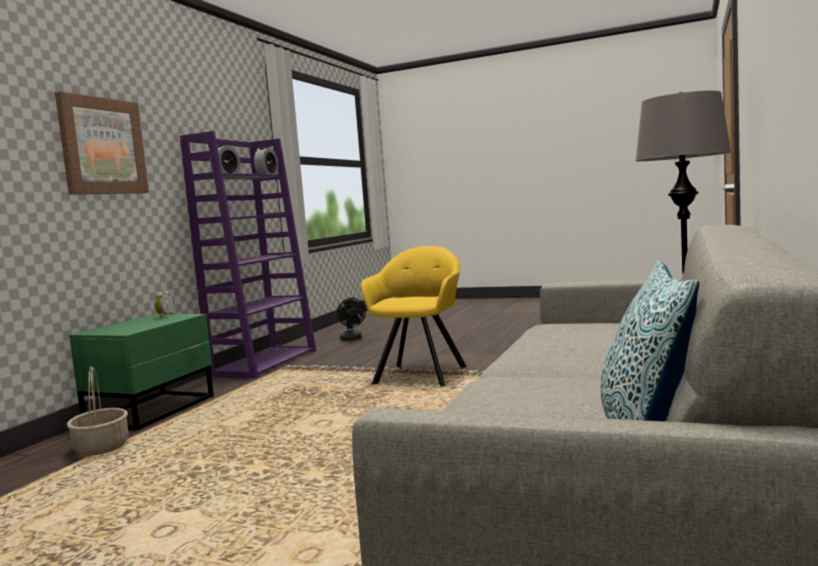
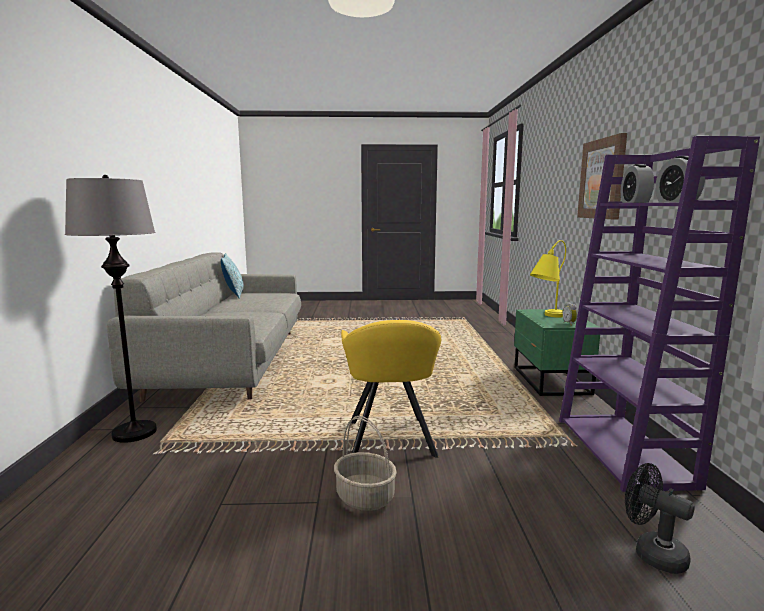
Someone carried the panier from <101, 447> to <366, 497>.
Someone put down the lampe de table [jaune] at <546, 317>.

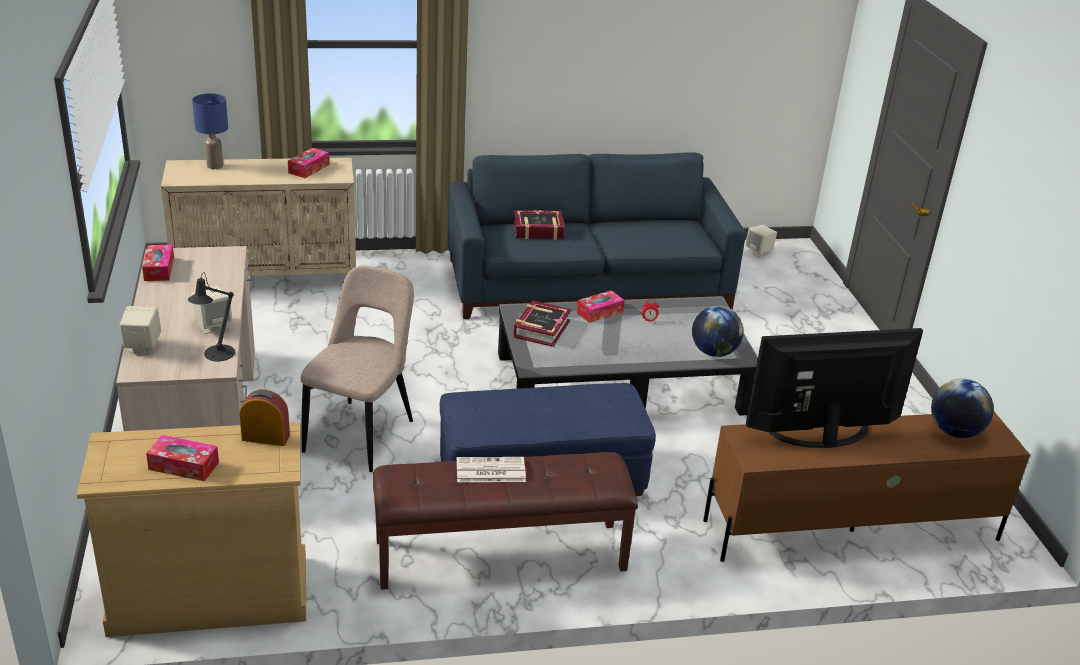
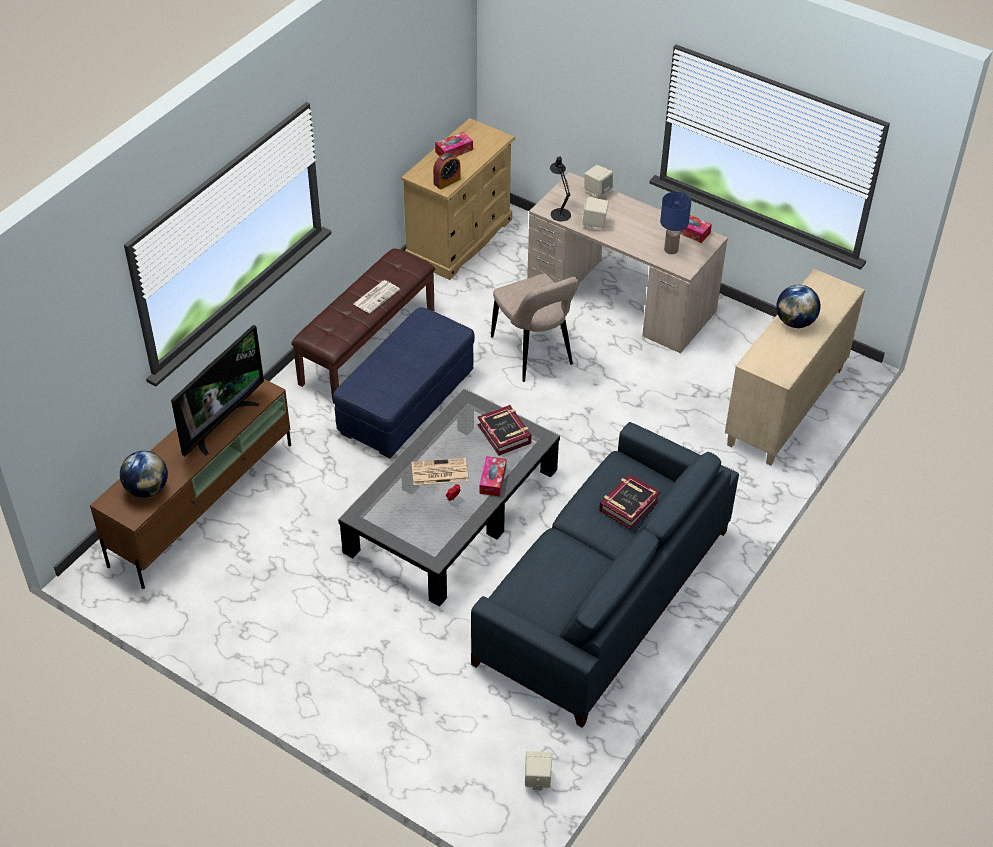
Someone carried the lampe de table [bleu] from <214, 166> to <671, 249>.
Someone took away the boîte à mouchoirs at <309, 169>.
Someone carried the globe from <713, 352> to <795, 322>.
Someone put down the journal at <439, 472>.

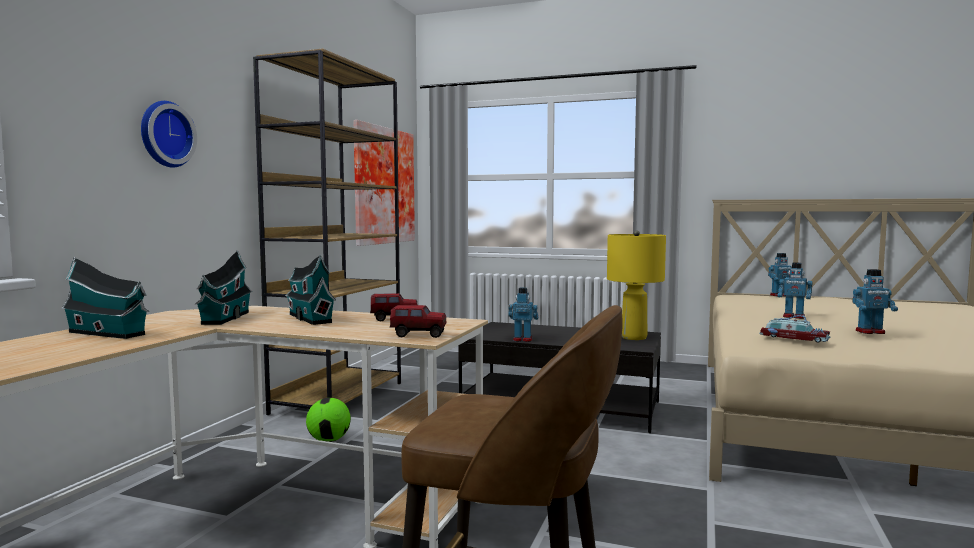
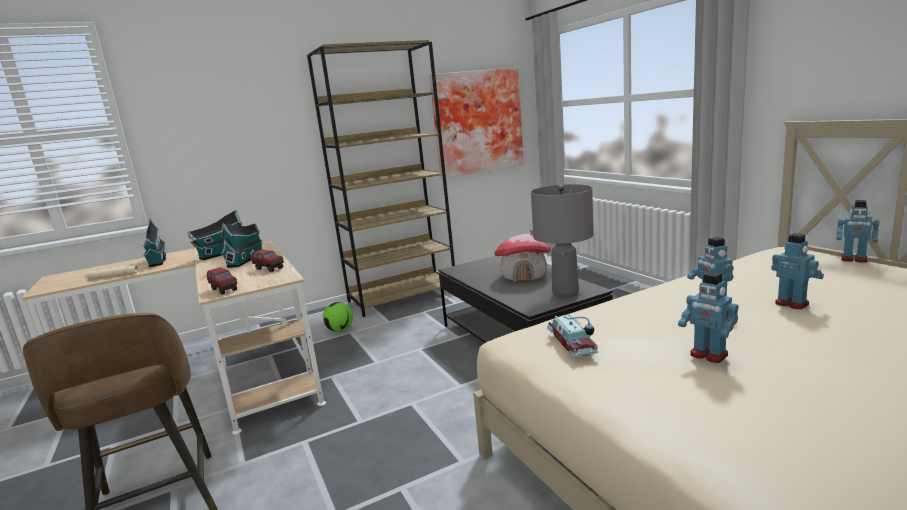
Someone took away the horloge murale at <164, 134>.
Someone carried the robot jouet from <522, 340> to <792, 303>.
Someone repainted the lampe de table [jaune] at <634, 337>, which became the lampe de table [gris] at <566, 293>.
Someone put down the lampe de poche [beige] at <113, 276>.
Someone put down the maison miniature at <524, 275>.

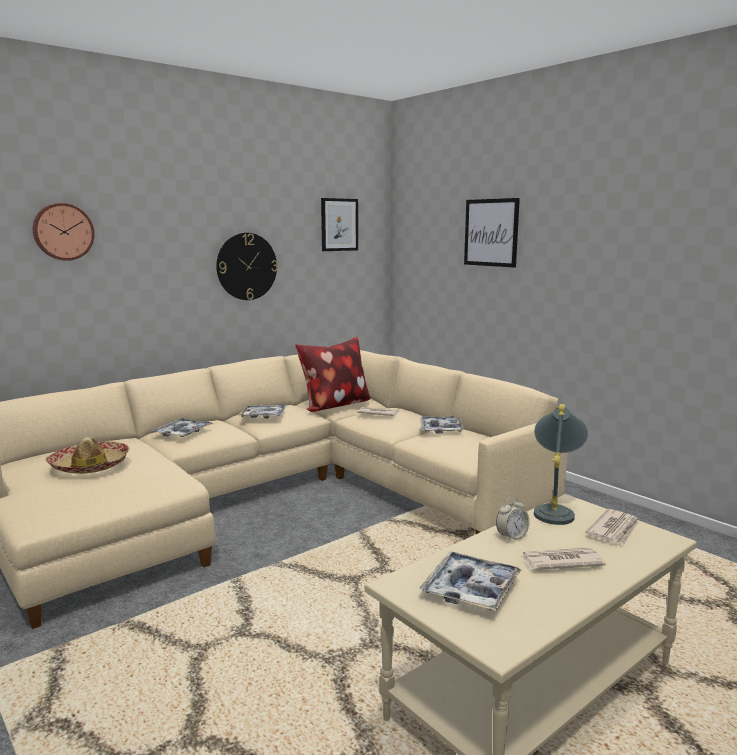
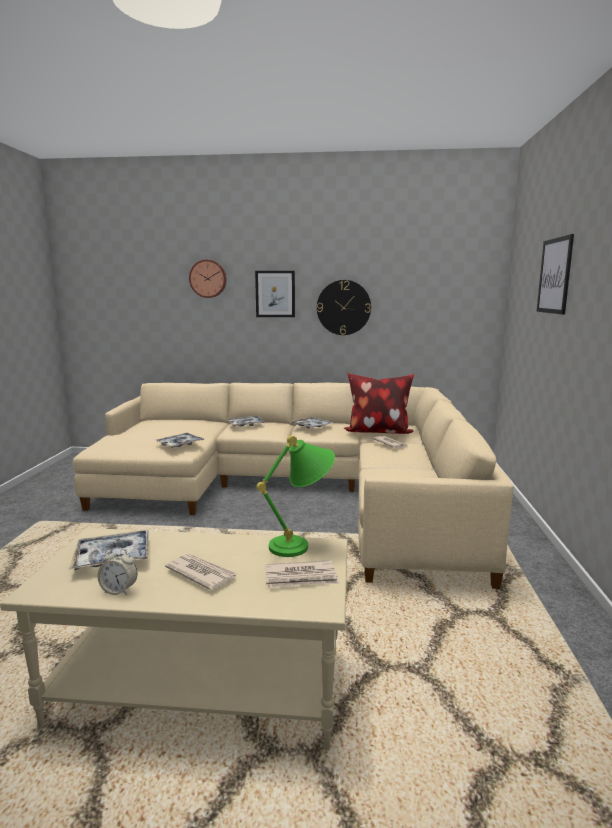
Someone took away the chapeau at <90, 466>.
Someone carried the tableau from <339, 224> to <275, 294>.
Someone carried the plateau from <441, 429> to <180, 444>.
Someone carried the réveil from <511, 537> to <119, 590>.
Someone repainted the lampe de table [gris] at <555, 510>, which became the lampe de table [vert] at <302, 544>.

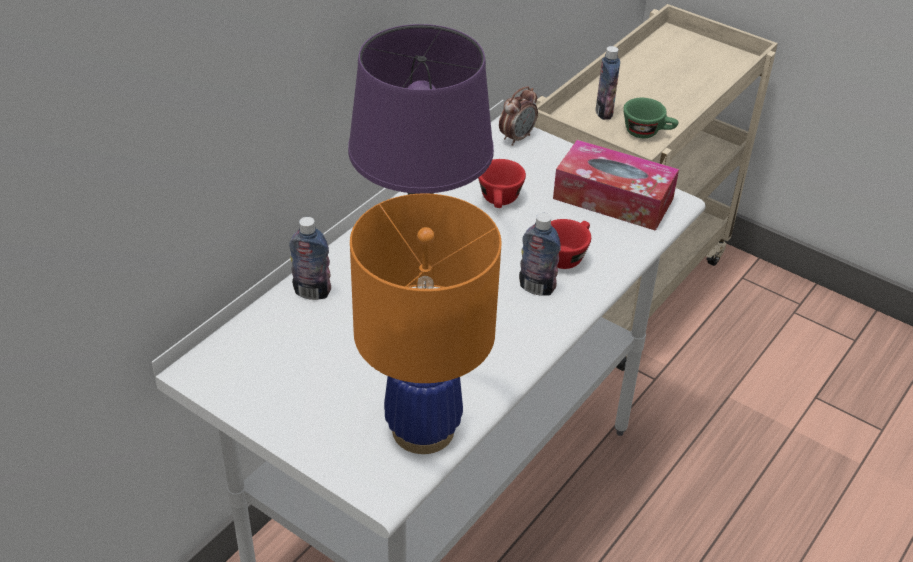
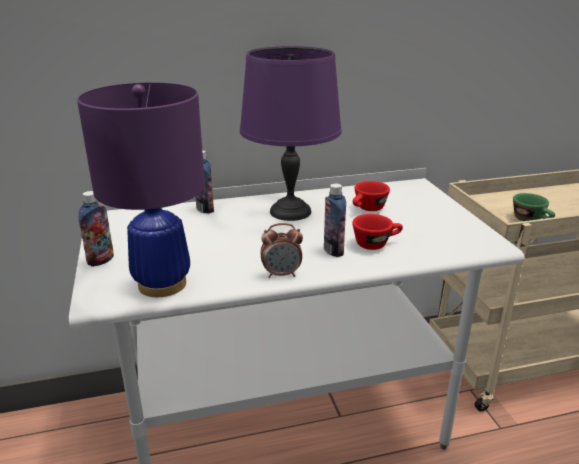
Someone repainted the lampe de table [orange] at <423, 429>, which became the lampe de table [violet] at <162, 284>.
Someone carried the réveil from <517, 138> to <281, 274>.
Someone took away the boîte à mouchoirs at <613, 199>.
Someone carried the bouteille from <604, 112> to <101, 260>.

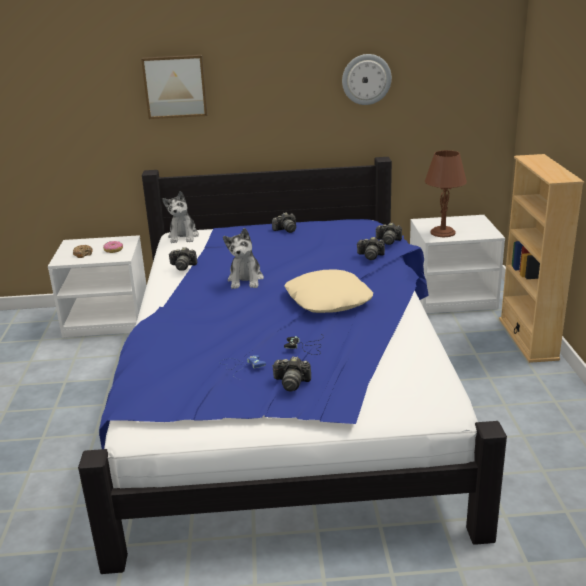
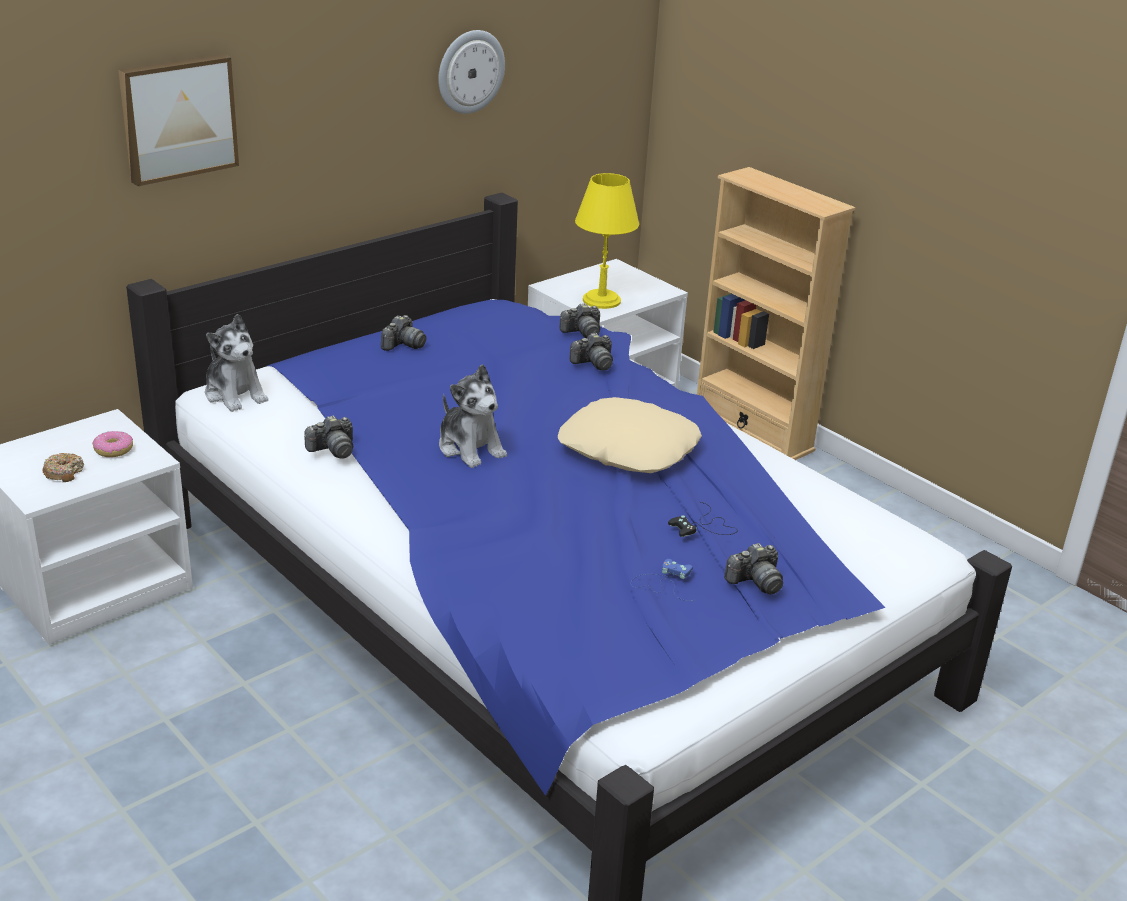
Someone repainted the lampe de table [marron] at <443, 233>, which became the lampe de table [jaune] at <602, 300>.

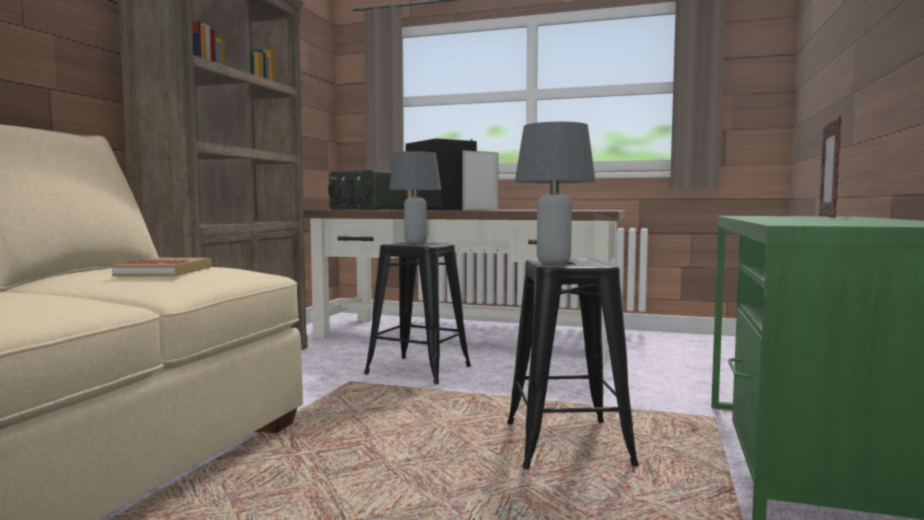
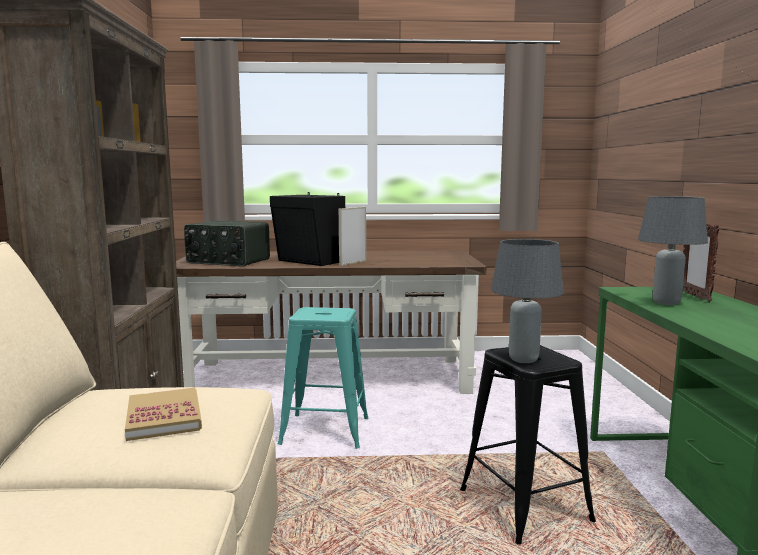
Someone repainted the tabouret [noir] at <419, 370>, which became the tabouret [turquoise] at <326, 430>.
Someone carried the lampe de table [gris] from <415, 242> to <665, 303>.

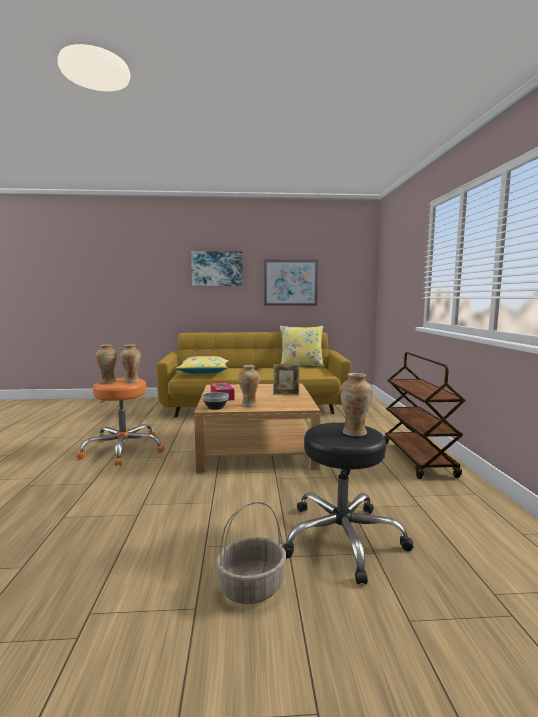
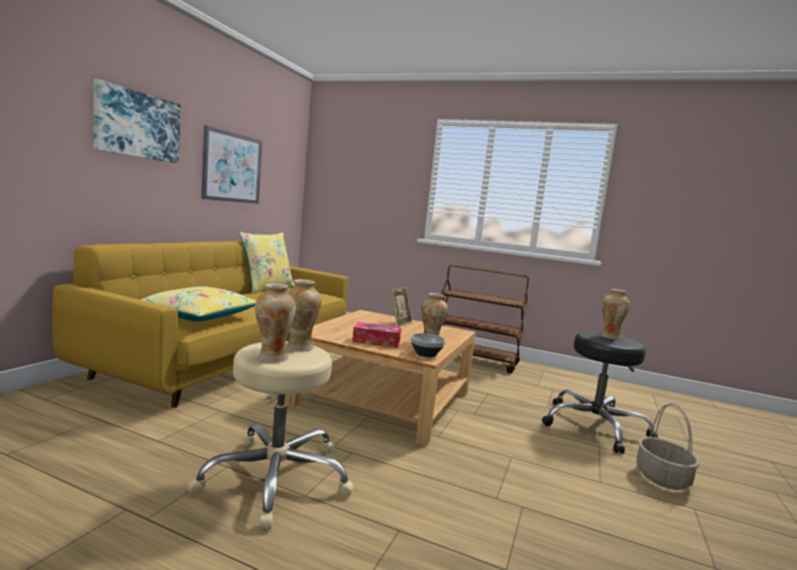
Someone repainted the tabouret [orange] at <123, 449>, which became the tabouret [beige] at <277, 478>.

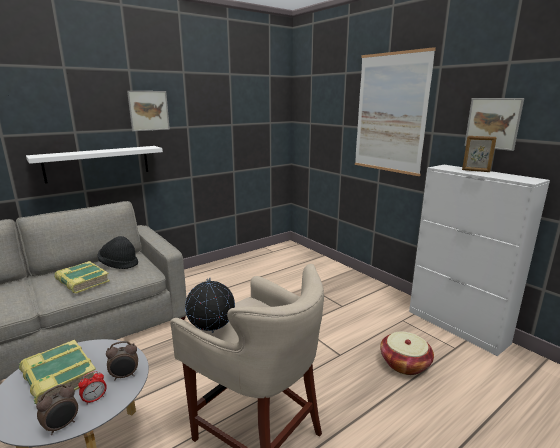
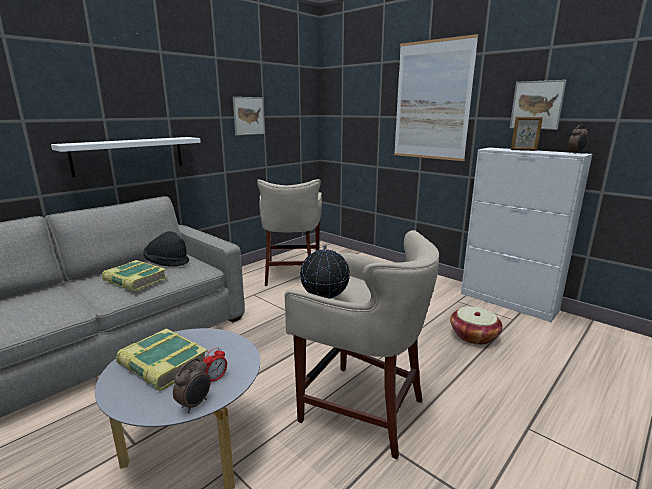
Someone carried the réveil from <125, 376> to <576, 153>.
Someone carried the tableau from <149, 110> to <248, 116>.
Someone put down the tabouret [beige] at <291, 274>.

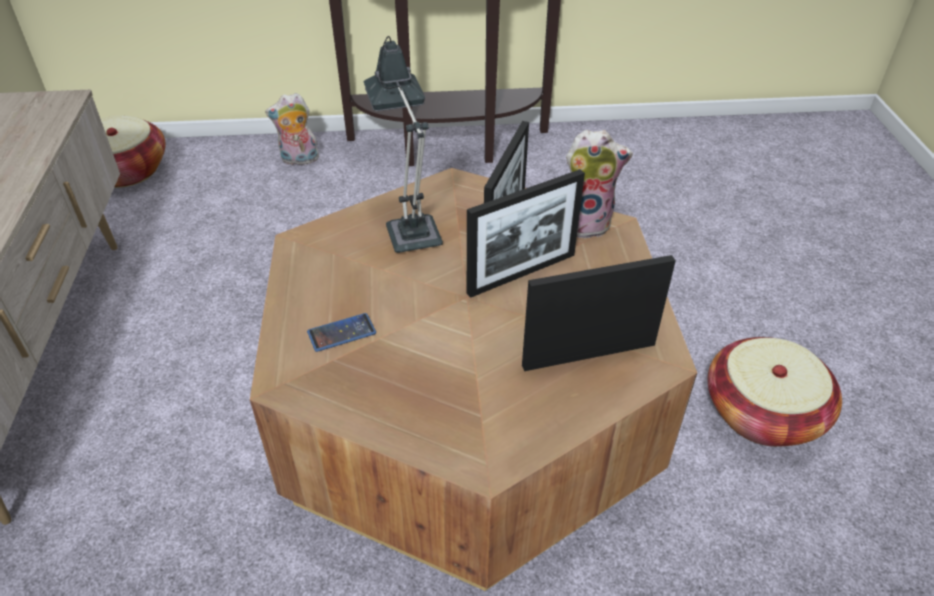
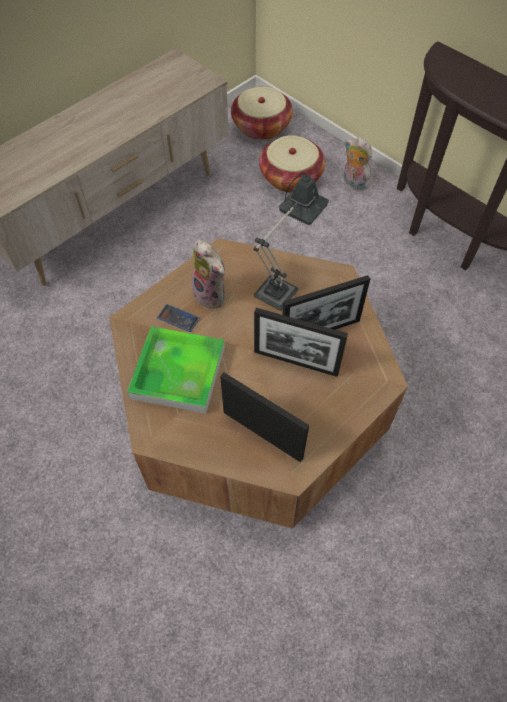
Someone carried the peluche from <584, 223> to <212, 295>.
Someone carried the panier from <763, 413> to <291, 177>.
Someone put down the plateau at <178, 372>.

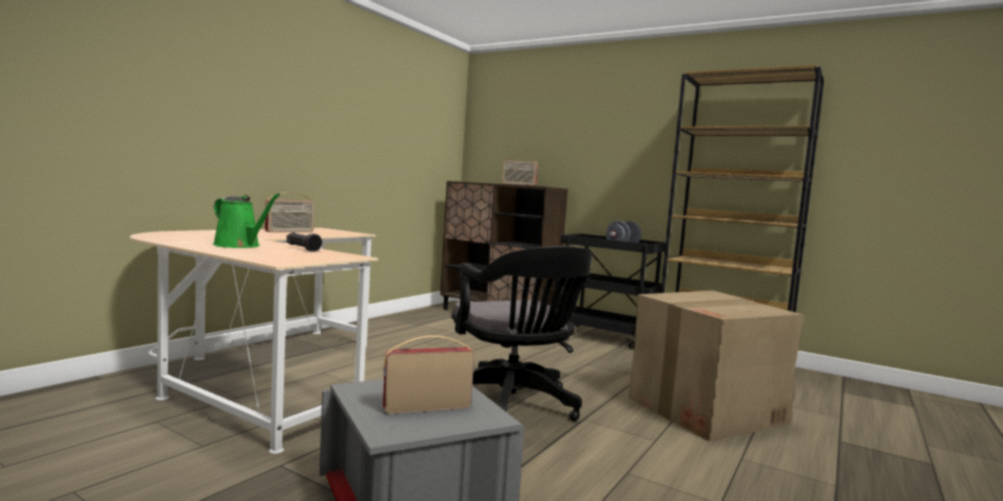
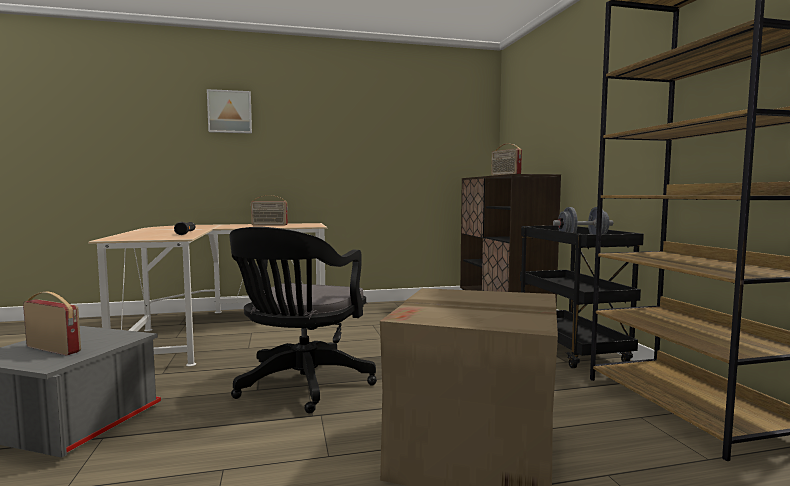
Someone took away the arrosoir [vert] at <240, 246>.
Someone put up the tableau at <230, 112>.

